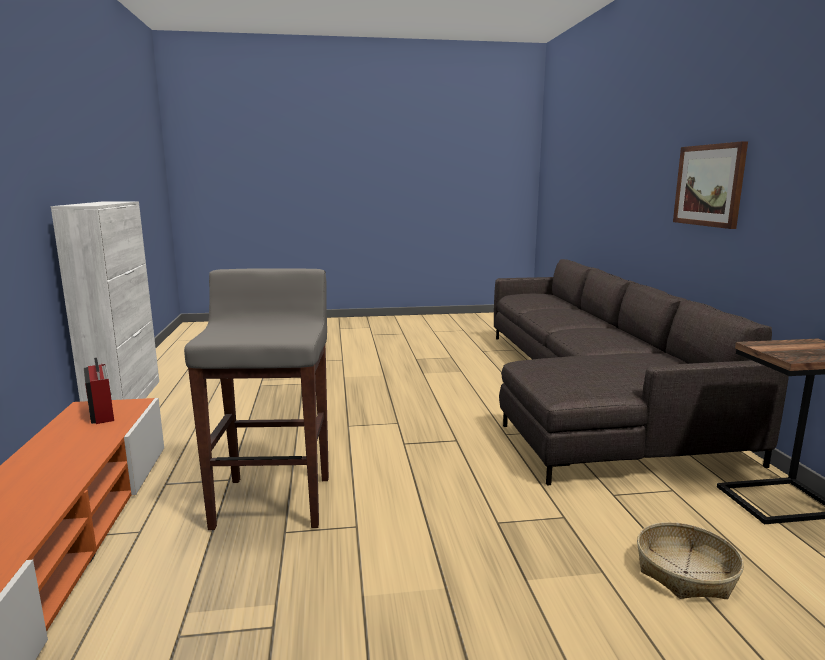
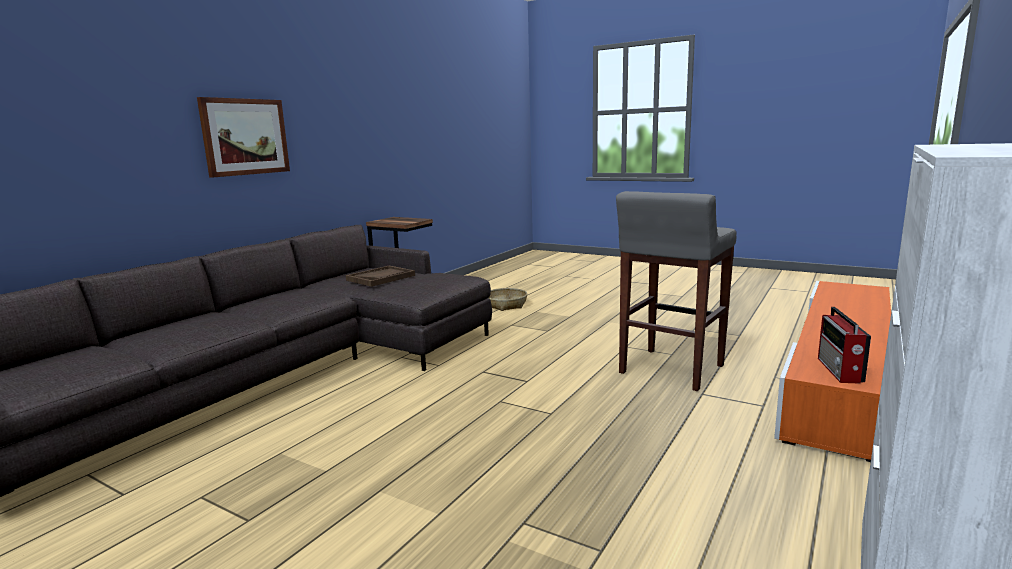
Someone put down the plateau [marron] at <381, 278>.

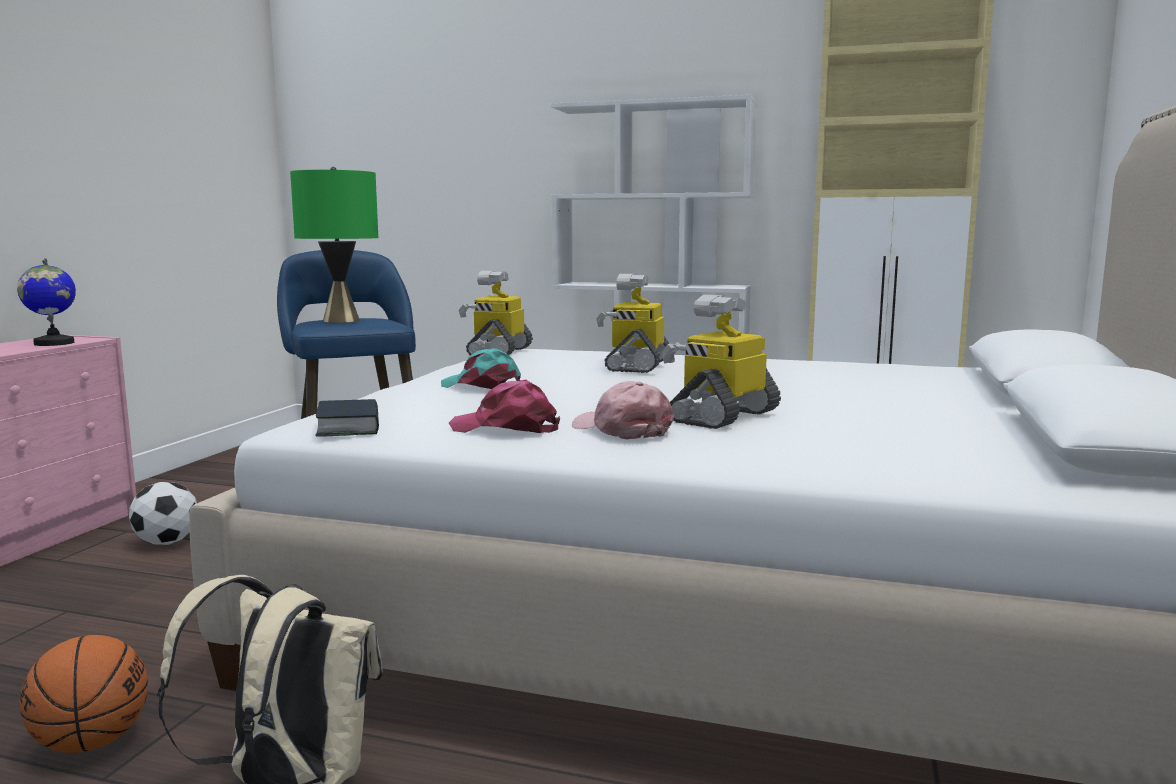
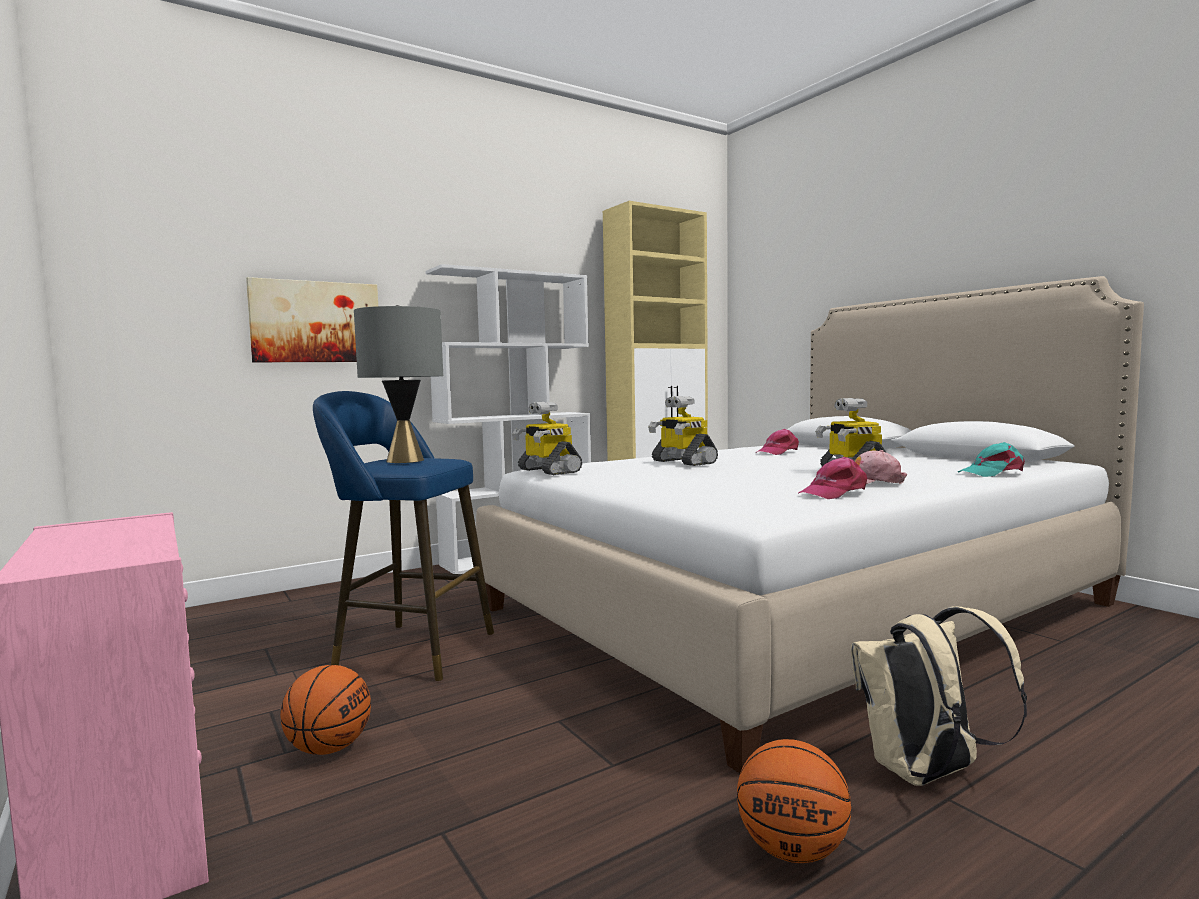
Someone took away the globe at <53, 343>.
Someone swapped the ballon de foot at <167, 542> for the ballon de basket at <329, 748>.
Someone repainted the lampe de table [vert] at <342, 320>, which became the lampe de table [gris] at <405, 460>.
Someone took away the livre at <349, 427>.
Someone carried the casquette [turquoise] from <483, 387> to <992, 473>.
Someone put up the tableau at <316, 322>.
Someone put down the casquette [rose] at <778, 452>.

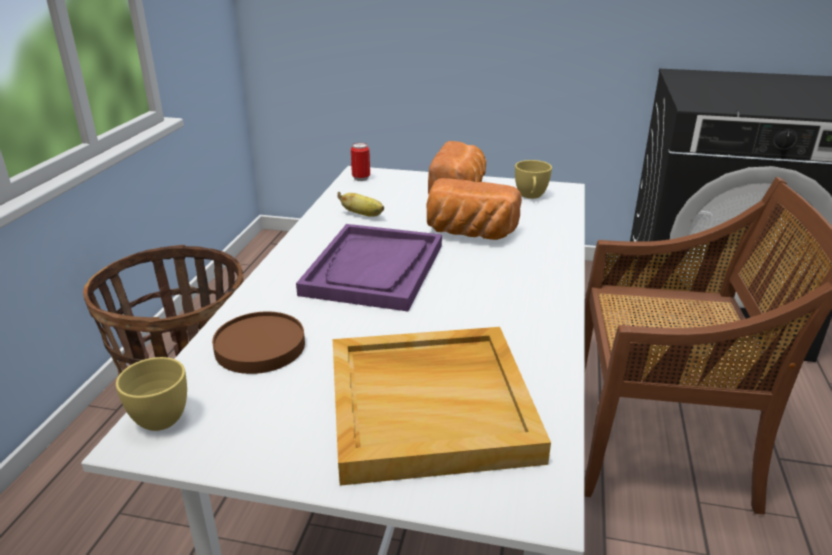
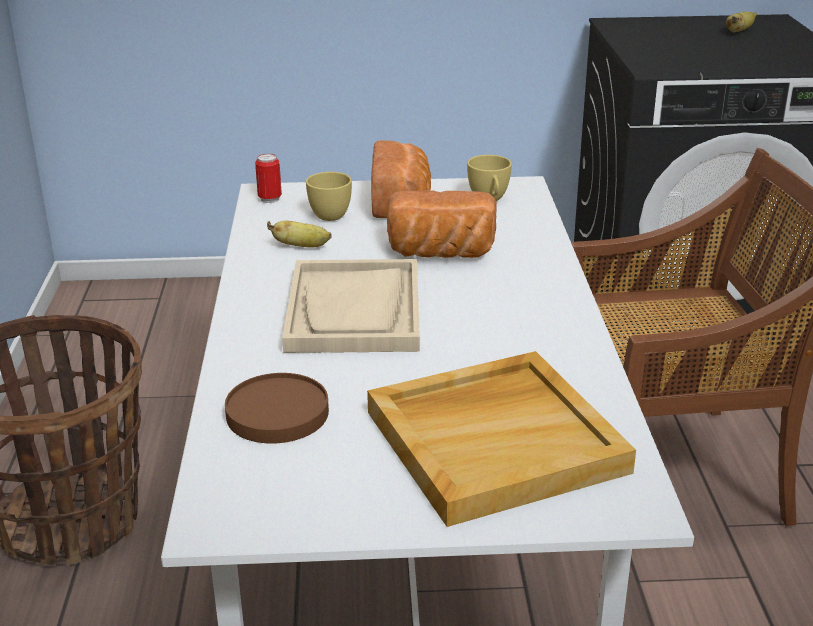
Someone carried the tasse [jaune] from <162, 413> to <328, 213>.
Someone repainted the plateau [violet] at <374, 269>, which became the plateau [beige] at <354, 310>.
Someone put down the banane at <739, 31>.

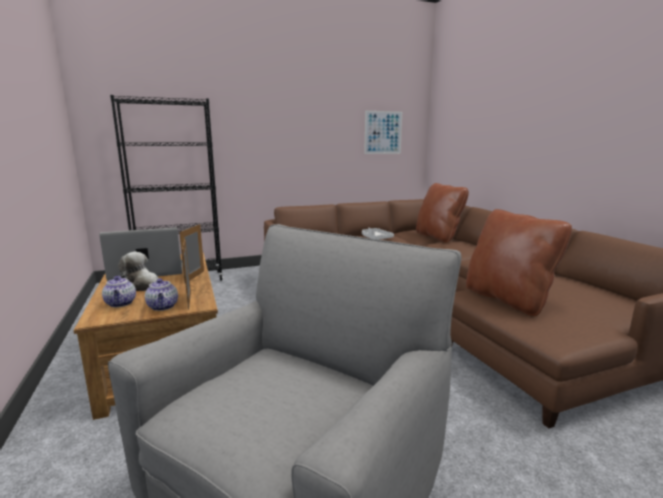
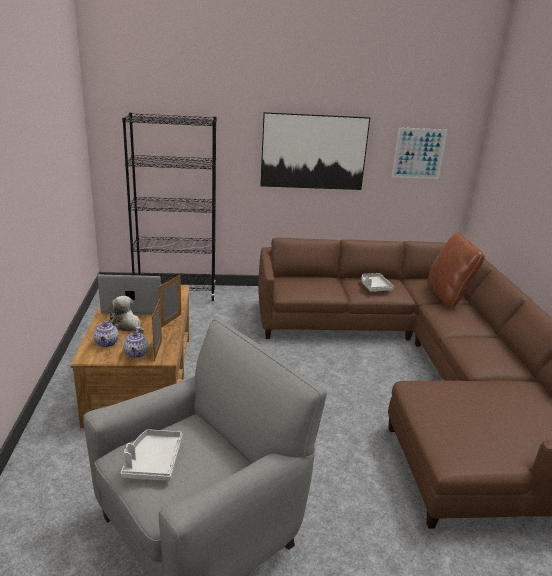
Someone took away the coussin [marron] at <508, 299>.
Someone put down the plateau [gris] at <153, 462>.
Someone put up the tableau at <314, 152>.

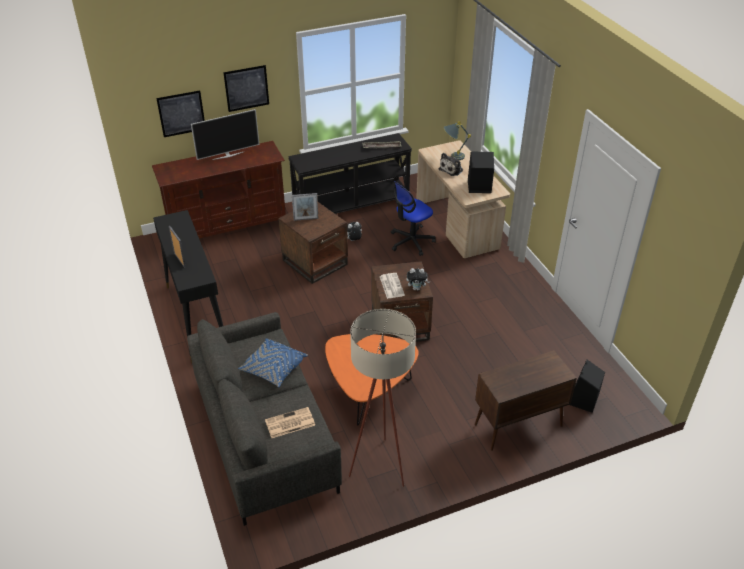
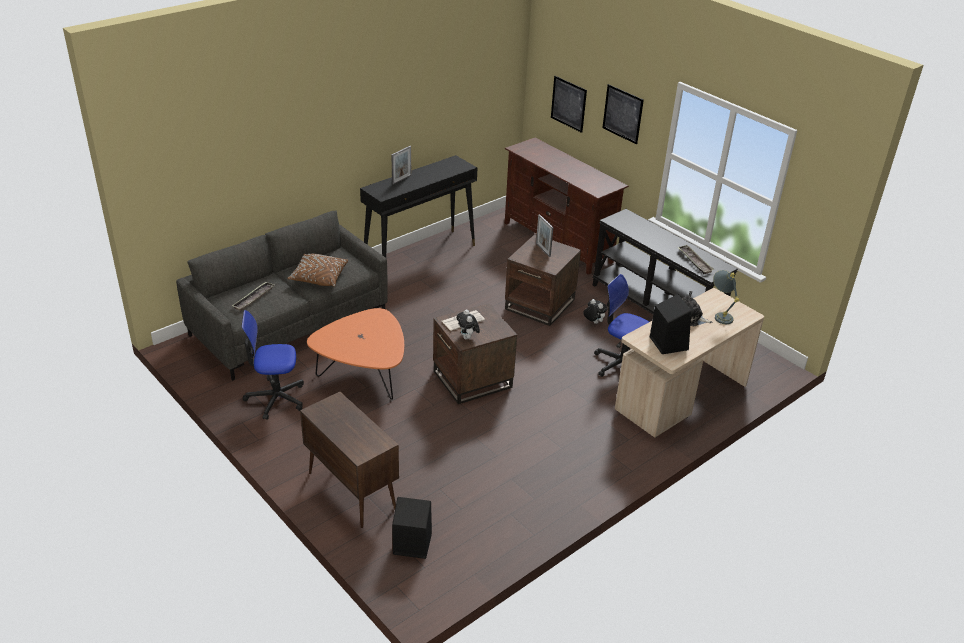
Someone took away the téléviseur at <228, 155>.
Someone repainted the coussin [bleu] at <273, 369>, which became the coussin [marron] at <319, 277>.
Someone swapped the journal at <289, 423> for the plateau at <254, 298>.
Someone swapped the lampadaire [beige] at <381, 461> for the chaise de bureau at <275, 398>.

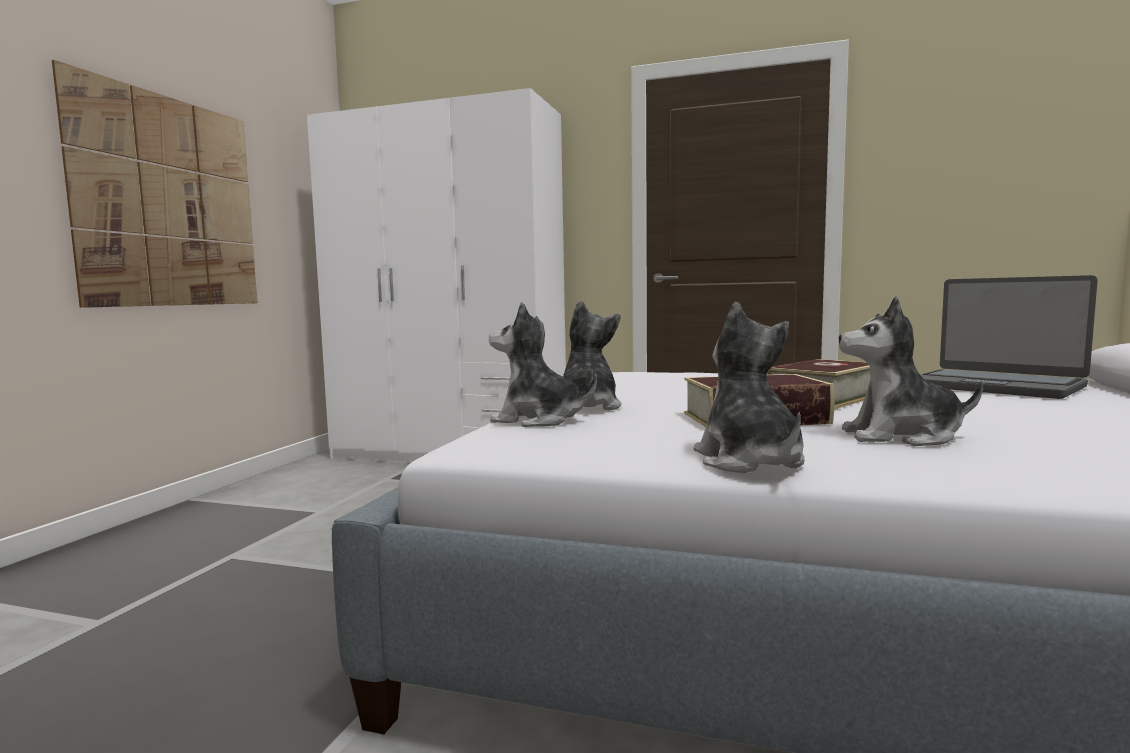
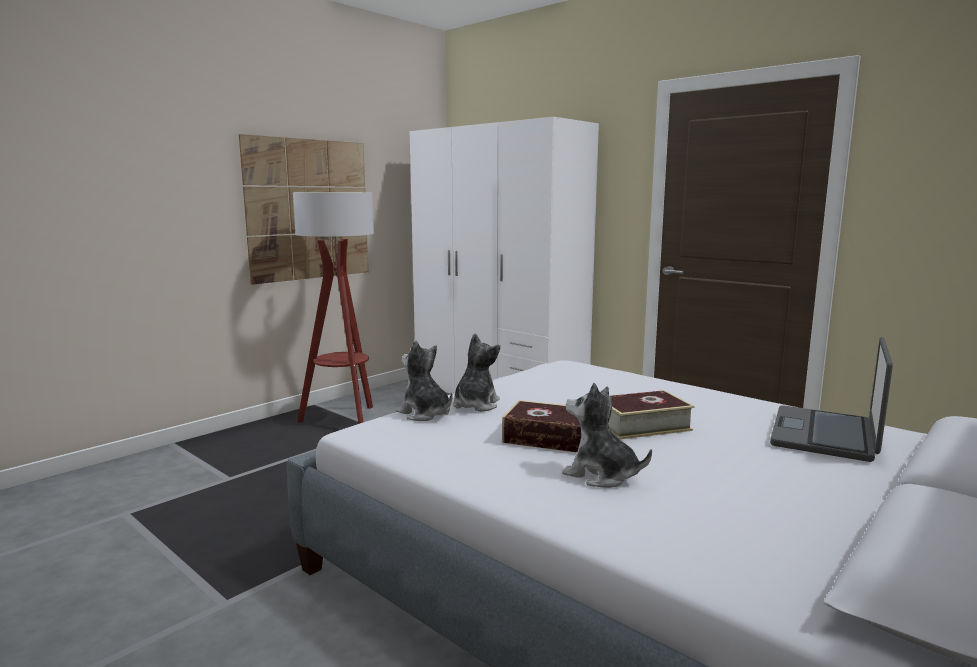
Someone took away the peluche at <749, 462>.
Someone rotated the ordinateur portable at <995, 386> by 45 degrees clockwise.
Someone put down the lampadaire at <344, 420>.

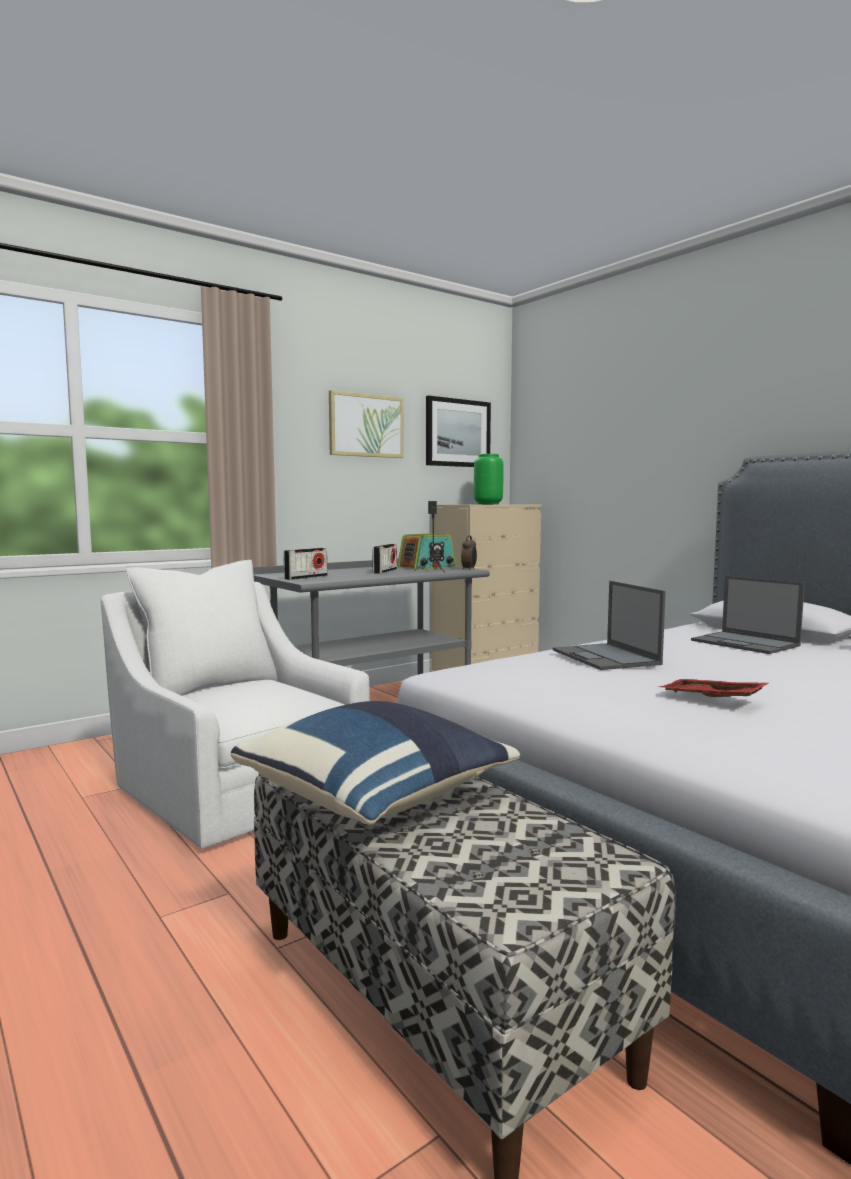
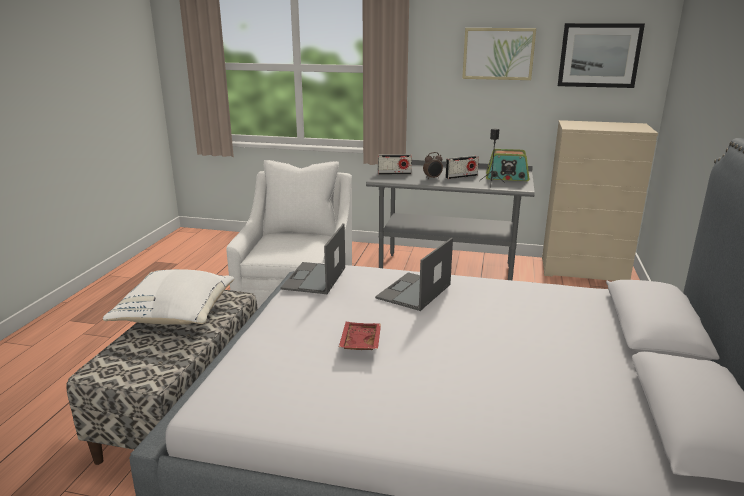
Someone repainted the coussin [bleu] at <377, 799>, which became the coussin [blanc] at <177, 316>.
Someone carried the réveil from <469, 569> to <432, 178>.
Someone took away the vase [vert] at <488, 504>.
Someone carried the ordinateur portable from <746, 643> to <314, 278>.

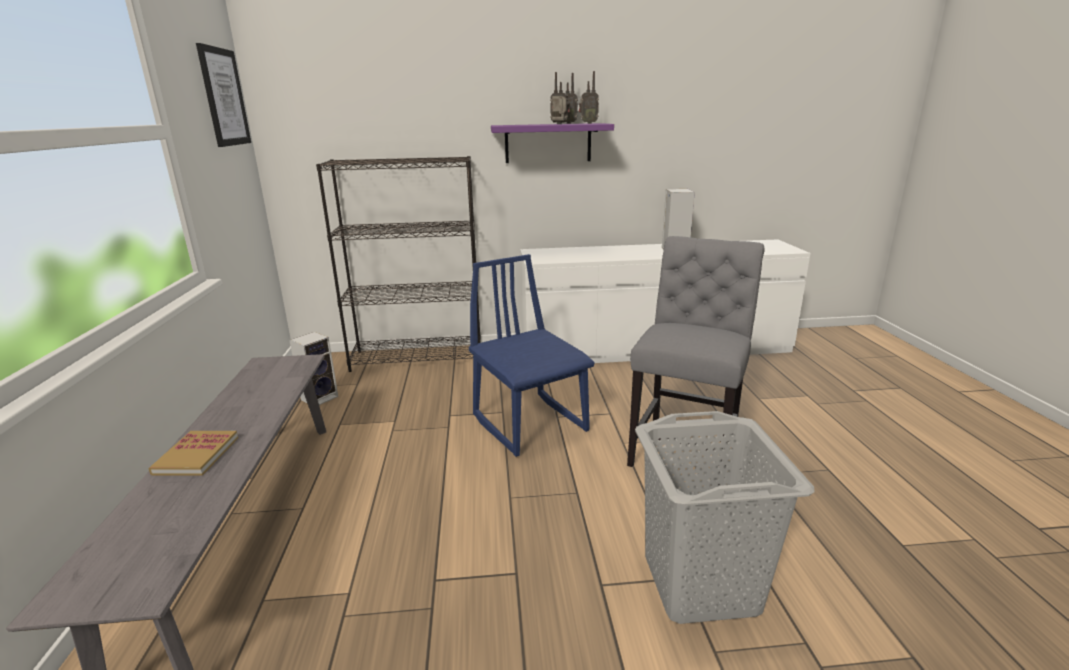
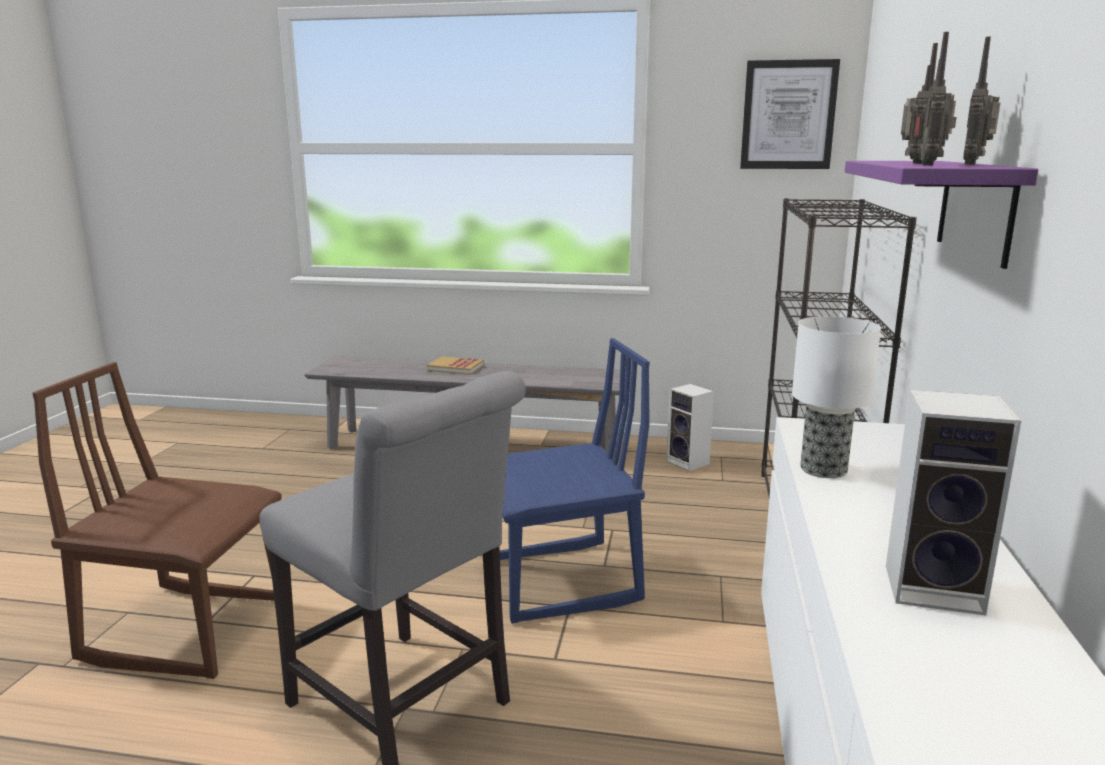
Someone swapped the panier à linge [gris] at <700, 584> for the chaise [marron] at <188, 628>.
Someone put down the lampe de table at <823, 469>.

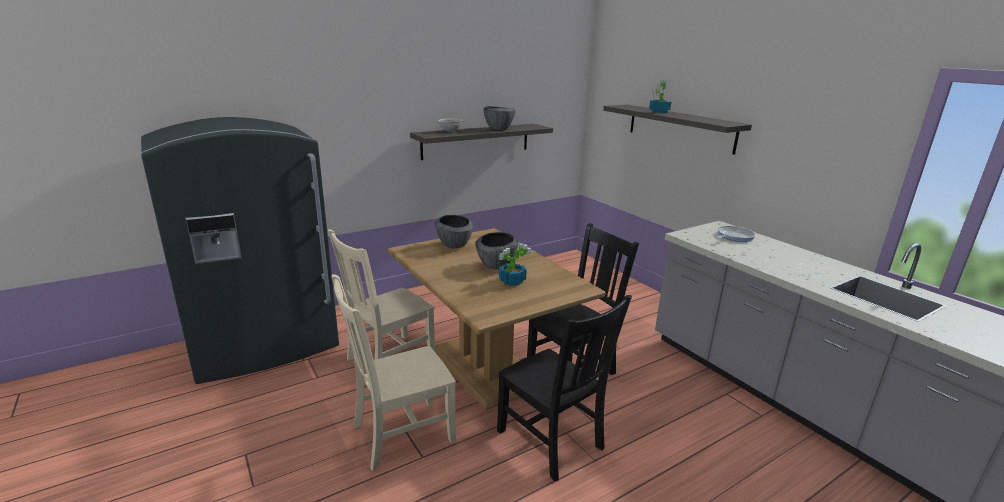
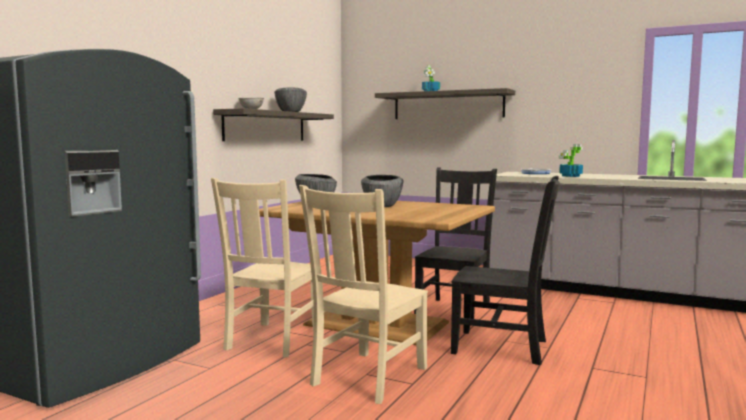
Someone carried the plante en pot from <511, 281> to <570, 176>.

